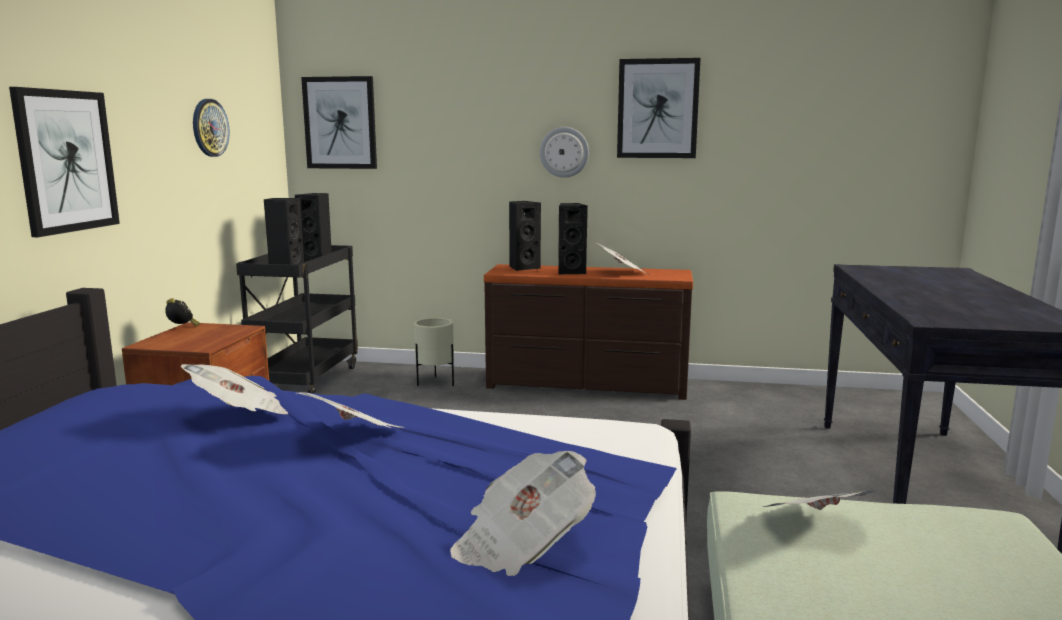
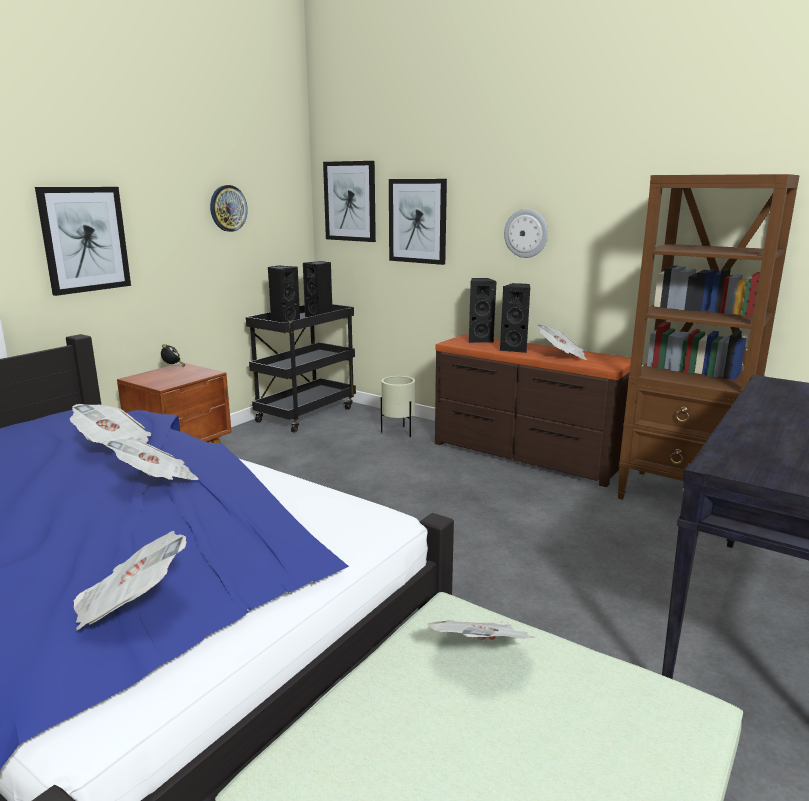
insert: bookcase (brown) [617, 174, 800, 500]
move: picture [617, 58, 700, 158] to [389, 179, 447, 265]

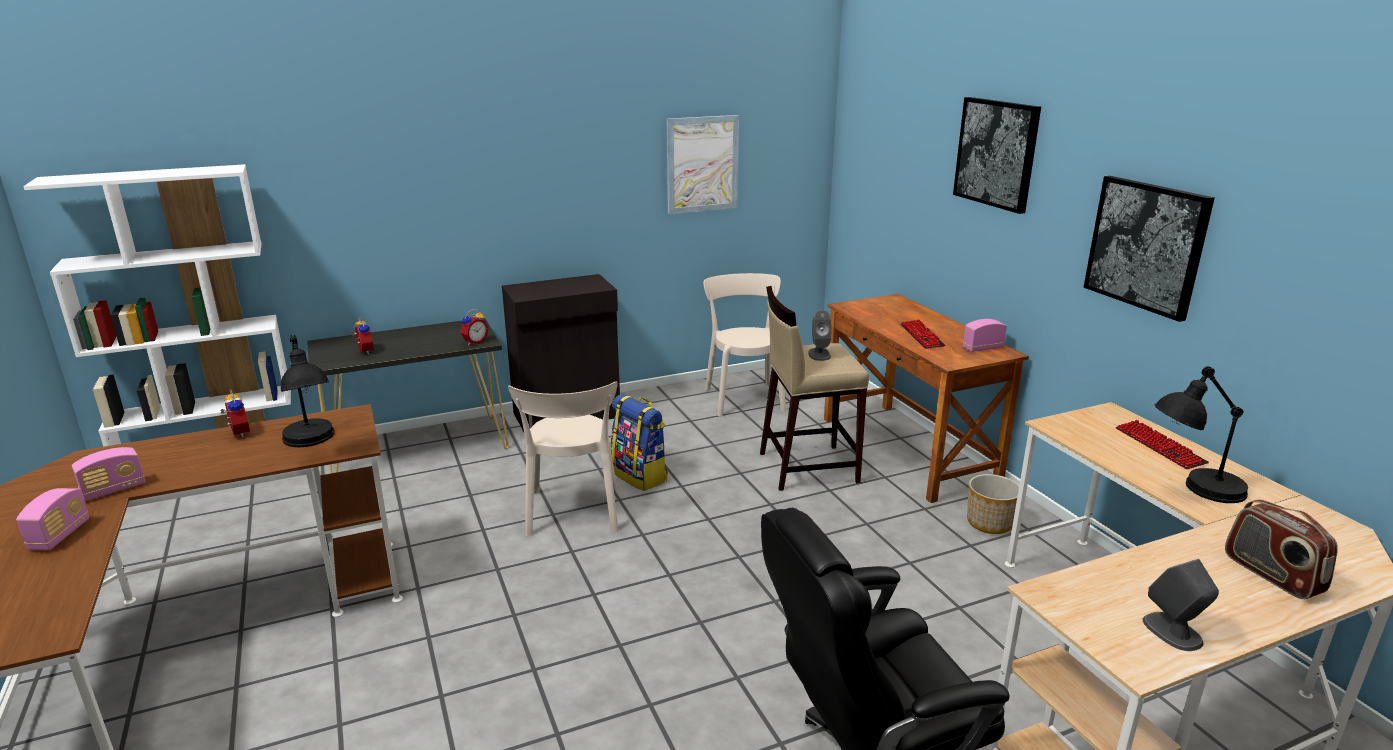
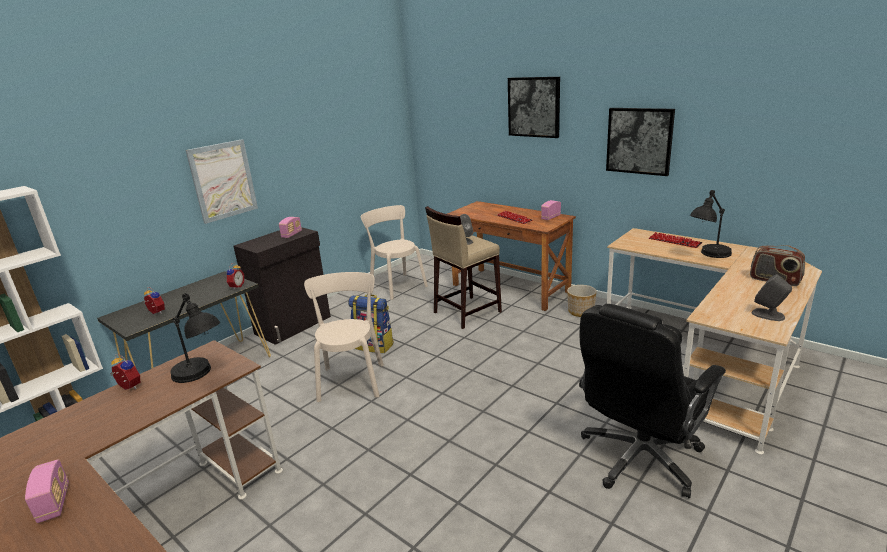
move: picture [667, 115, 739, 214] to [186, 139, 258, 224]; radio [72, 447, 146, 501] to [279, 217, 302, 238]
rotate: chair (beige) [508, 382, 618, 536] = [304, 272, 384, 402] 150 degrees counterclockwise

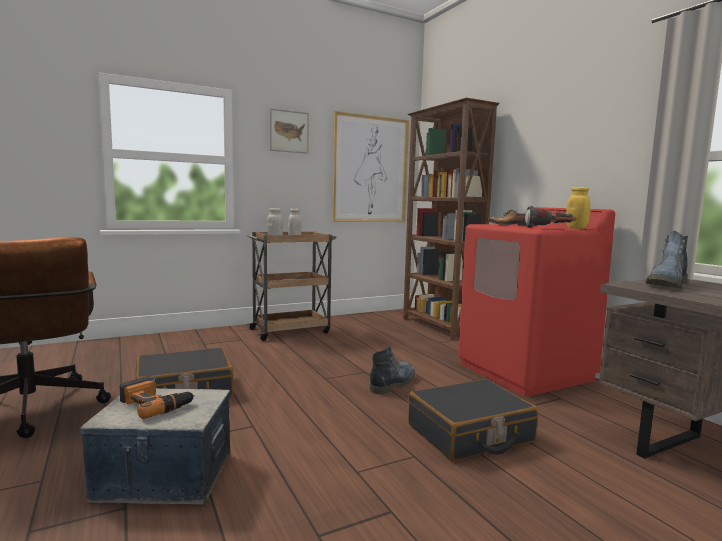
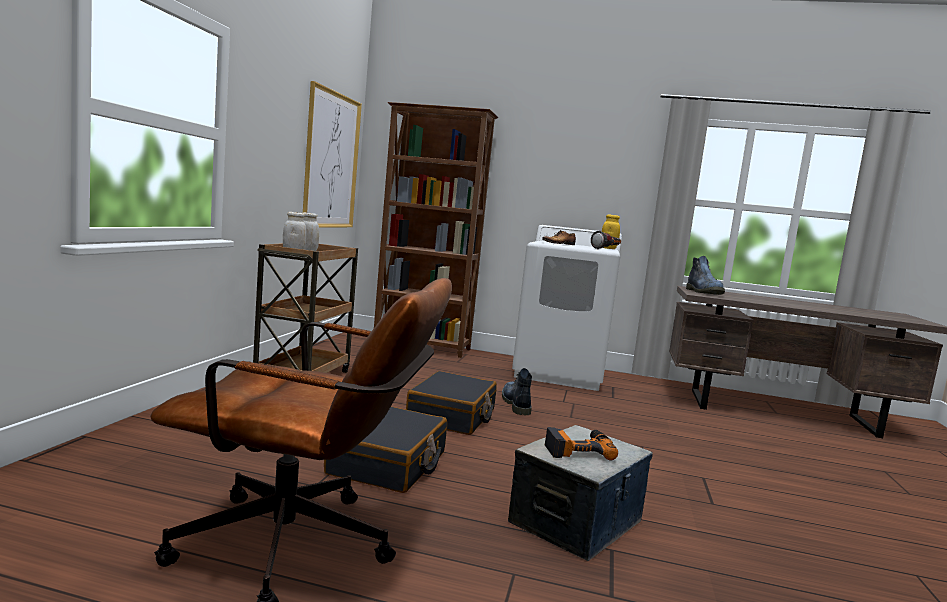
delete: picture [270, 108, 309, 154]
move: suitcase (black) [408, 379, 538, 461] to [406, 371, 497, 435]
recolor: washing machine (red) [458, 207, 615, 397] to washing machine (white) [512, 225, 622, 391]

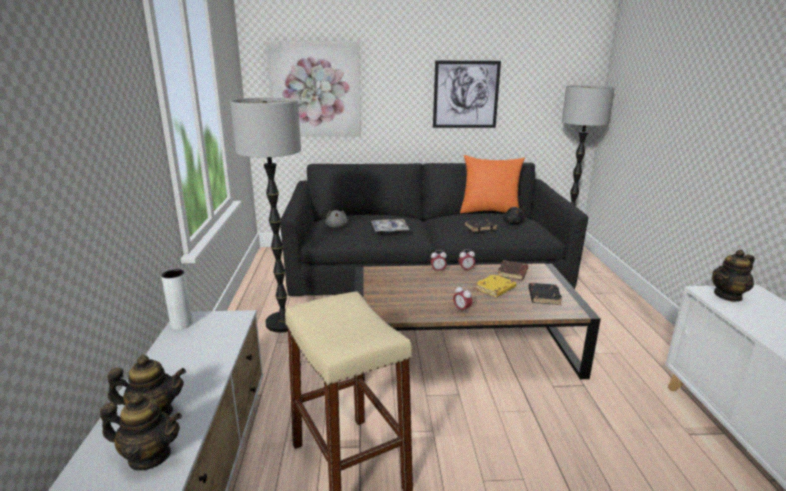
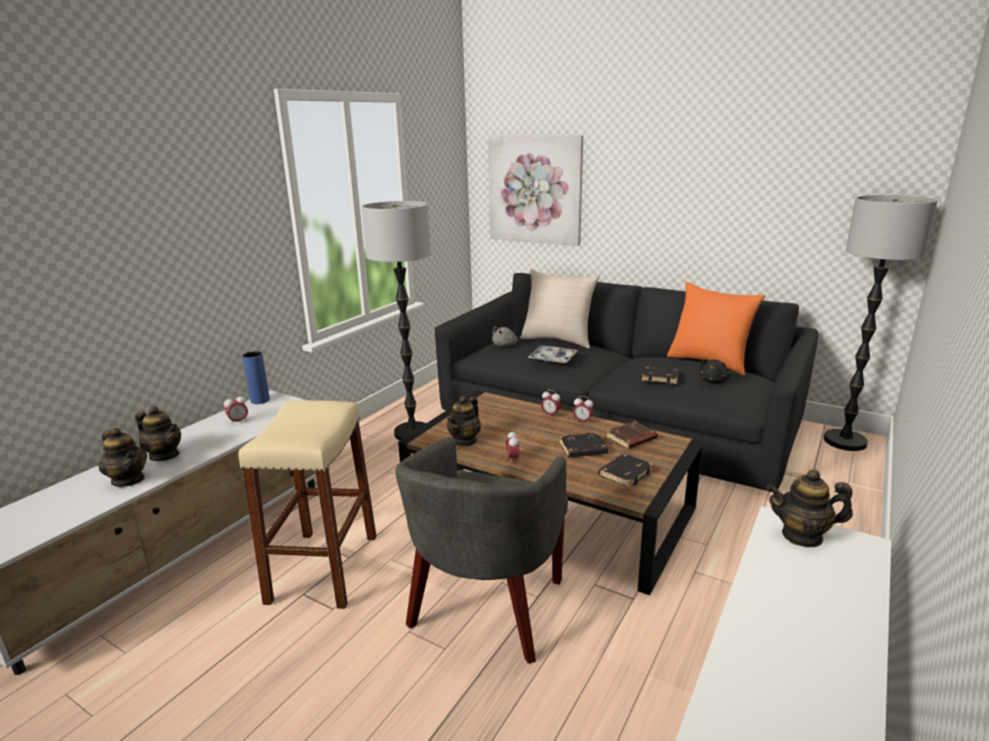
delete: picture [433, 61, 501, 128]
insert: alarm clock [224, 394, 248, 424]; armchair (grey) [396, 437, 568, 664]; teapot [447, 396, 481, 447]; pillow (beige) [520, 269, 600, 348]
recolor: vase (white) [161, 269, 193, 330] to vase (blue) [242, 351, 270, 404]; book (yellow) [475, 274, 516, 297] to book (black) [559, 433, 608, 458]

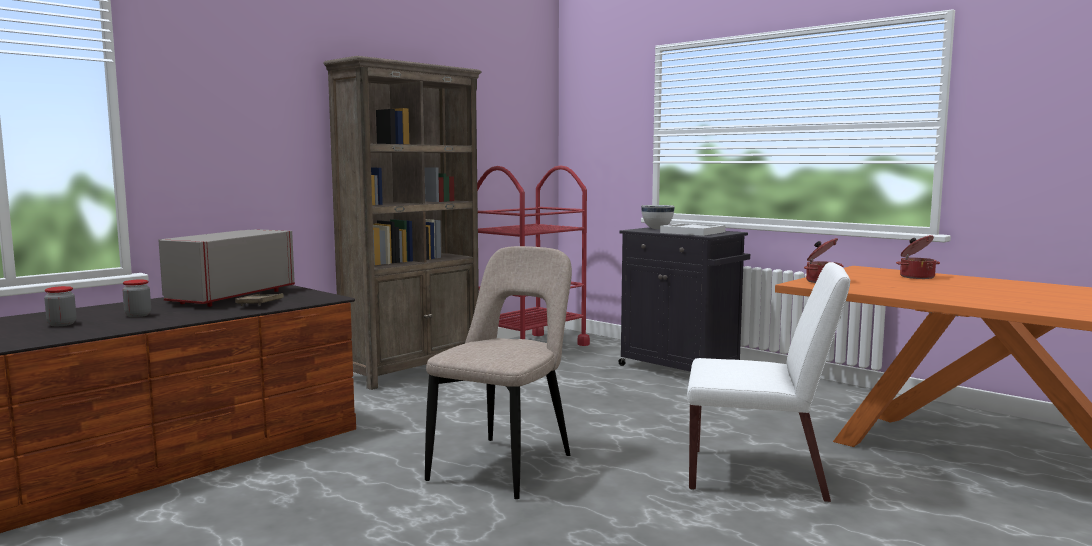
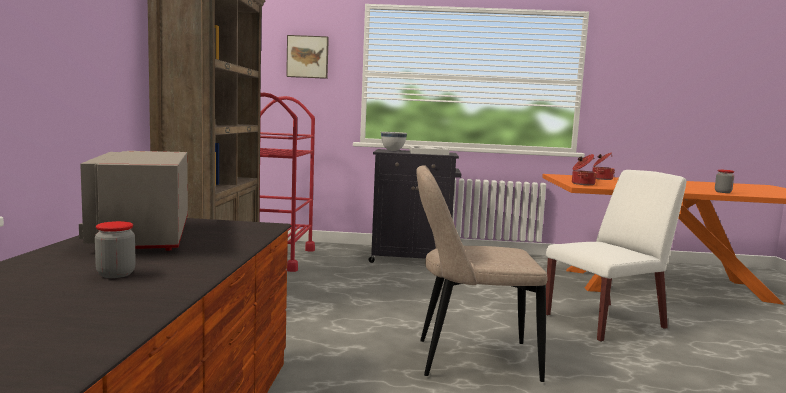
delete: tray (brown) [235, 293, 284, 306]
insert: picture [286, 35, 329, 79]
move: jar [44, 286, 76, 326] to [715, 170, 734, 193]
rotate: chair (beige) [425, 246, 572, 499] = [416, 165, 547, 382] 75 degrees counterclockwise

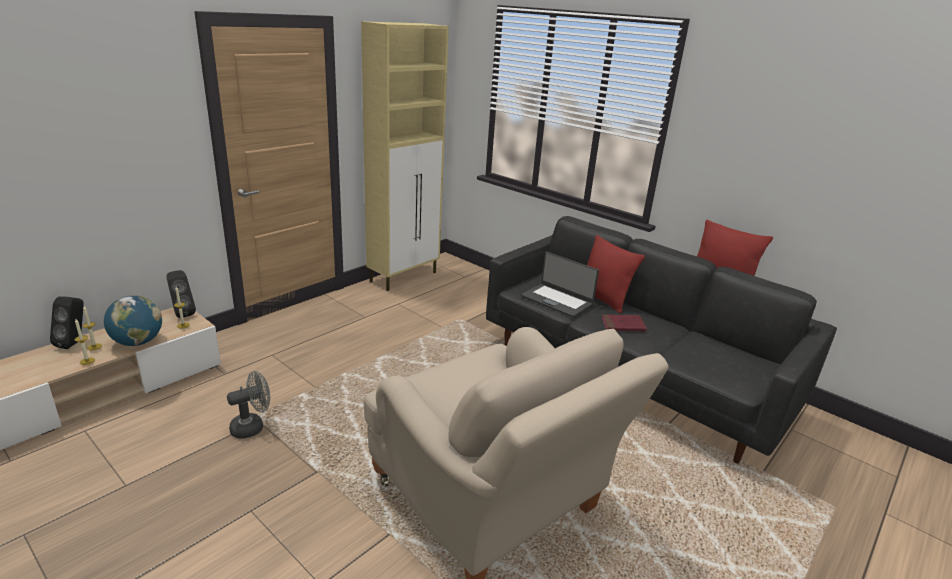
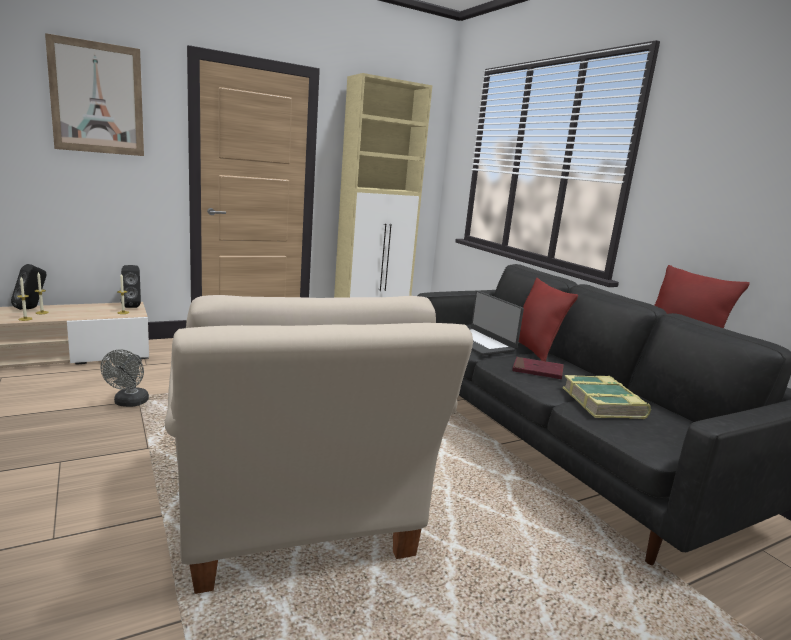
delete: globe [104, 295, 162, 346]
insert: picture [45, 33, 144, 156]; book [563, 375, 651, 419]
rotate: fan (grey) [227, 371, 270, 439] = [100, 349, 149, 407] 105 degrees clockwise

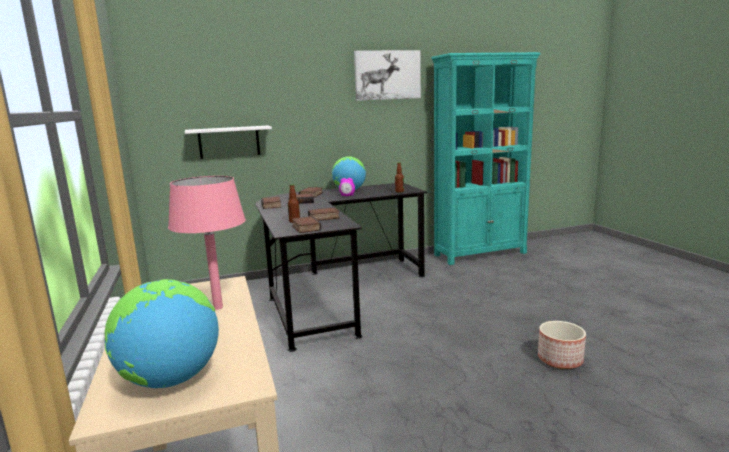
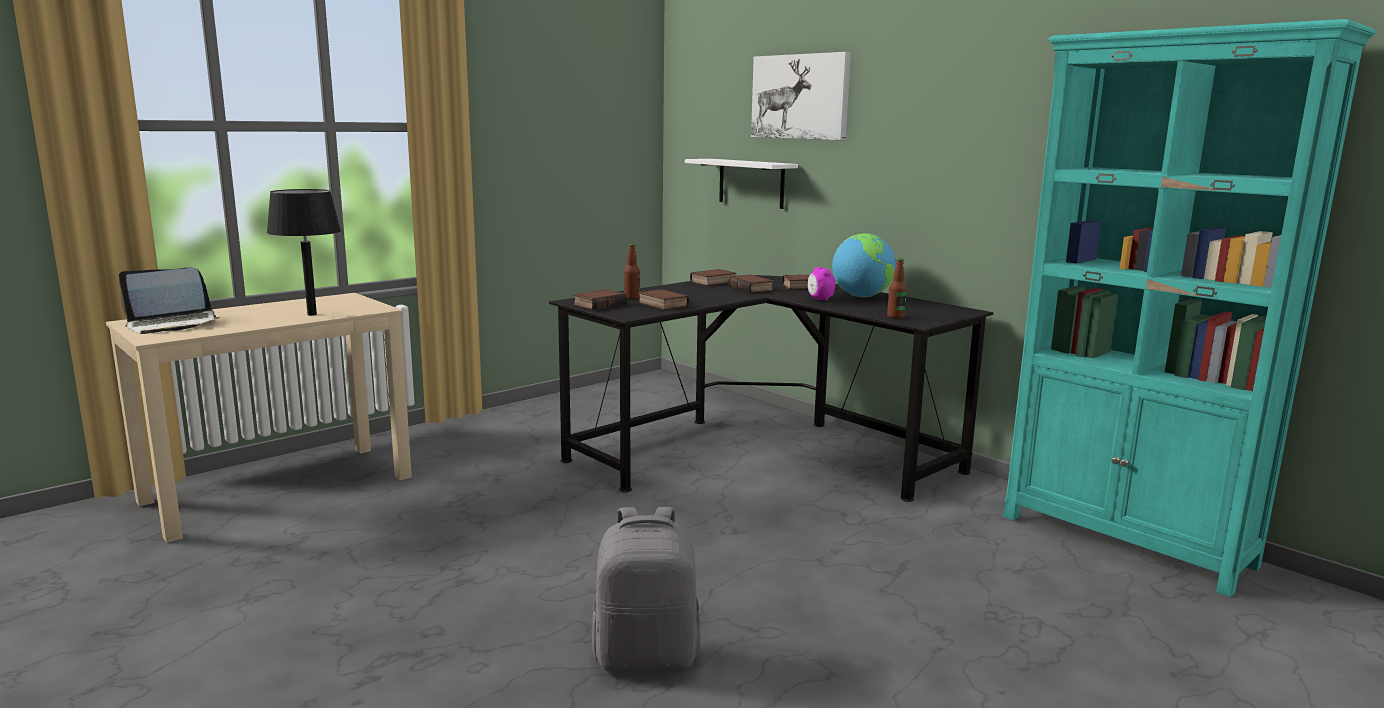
move: picture [354, 50, 421, 101] to [751, 52, 851, 140]
replace: globe [105, 279, 219, 388] to laptop [119, 267, 221, 334]; planter [538, 321, 586, 369] to backpack (grey) [592, 507, 701, 671]
recolor: table lamp (pink) [168, 176, 246, 310] to table lamp (black) [267, 189, 341, 316]

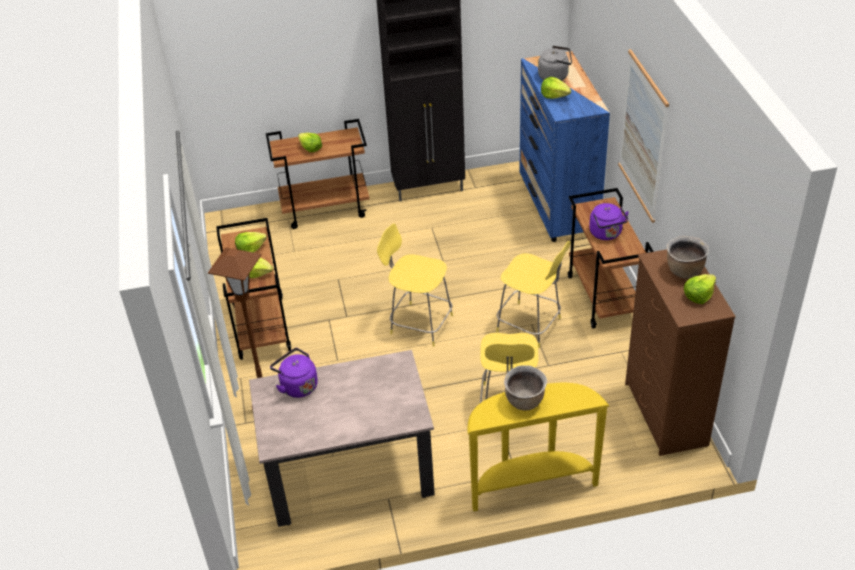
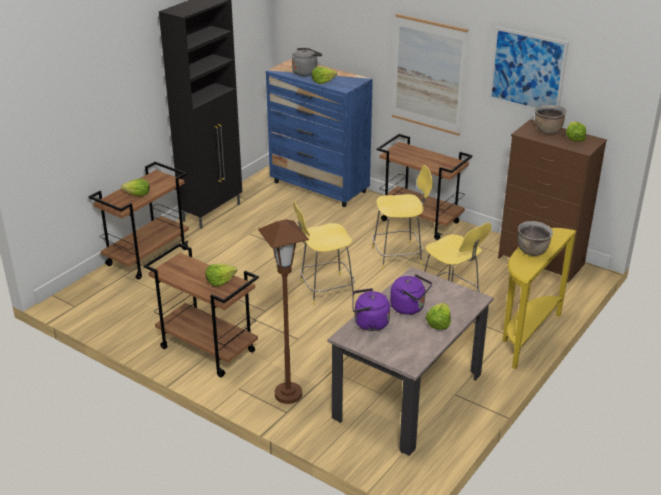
insert: picture [489, 27, 569, 110]
move: kettle (purple) [589, 203, 629, 240] to [390, 274, 432, 315]; lettuce [235, 232, 267, 253] to [426, 303, 451, 330]

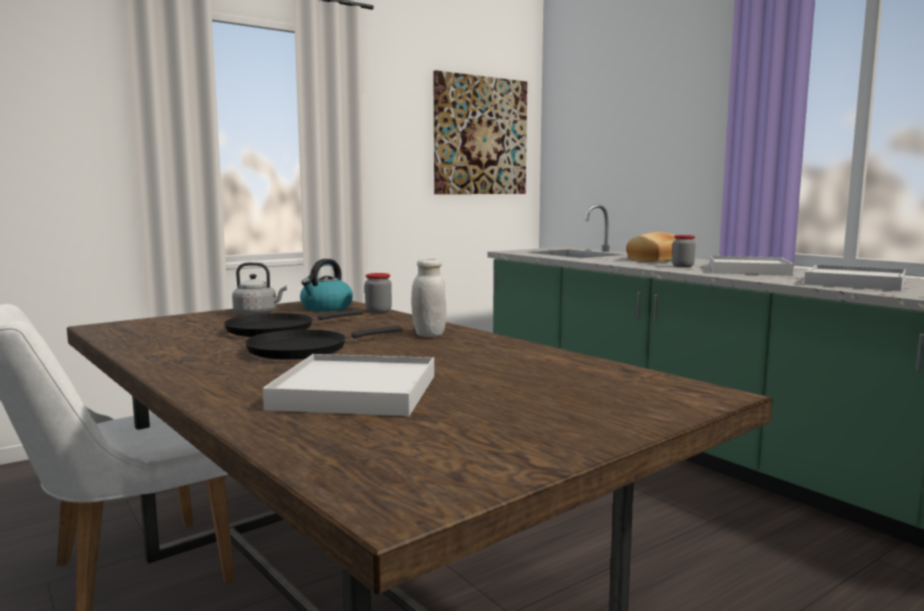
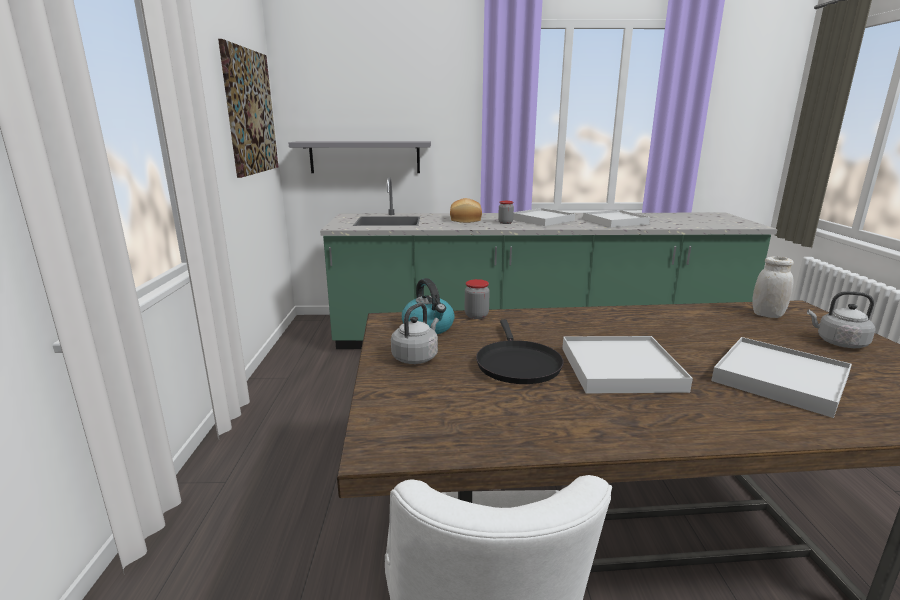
insert: shelf (grey) [289, 141, 431, 173]; kettle (grey) [807, 291, 875, 348]
move: jar (white) [411, 259, 446, 337] to [752, 257, 794, 318]
replace: frying pan (black) [245, 326, 402, 359] to tray (white) [562, 336, 693, 393]

